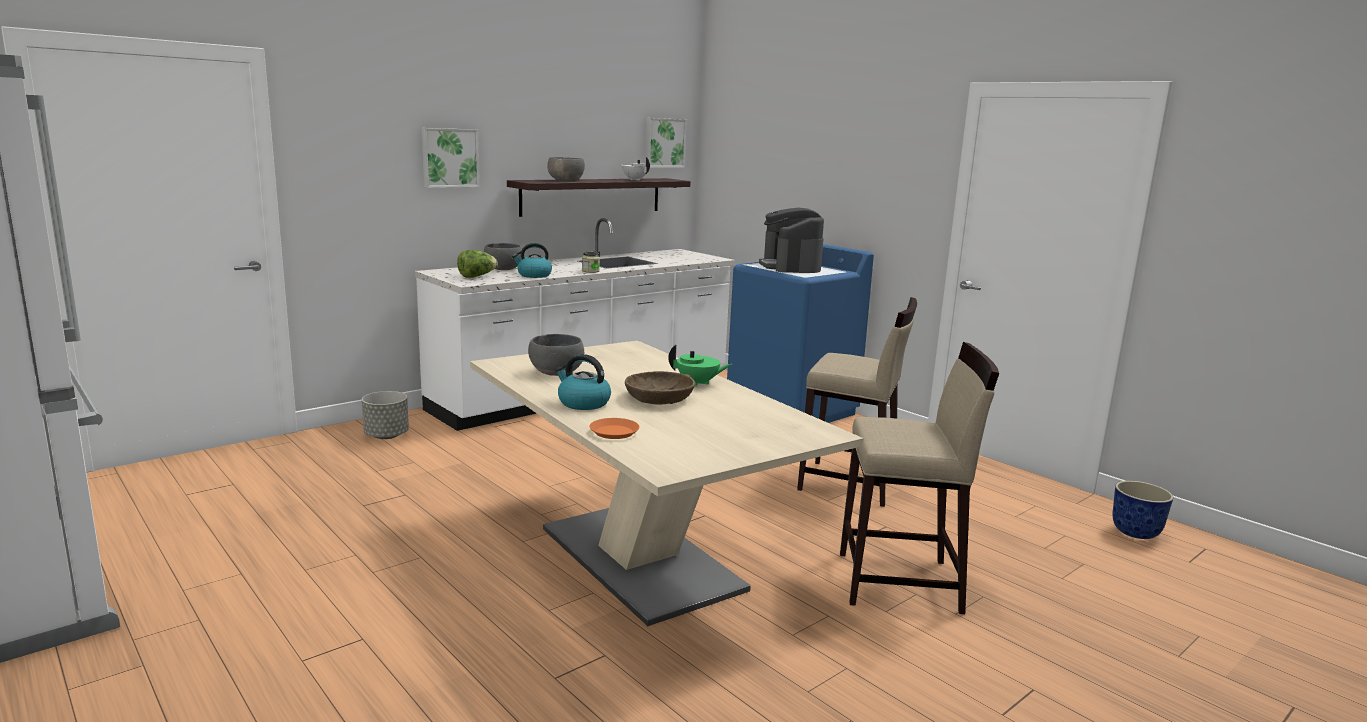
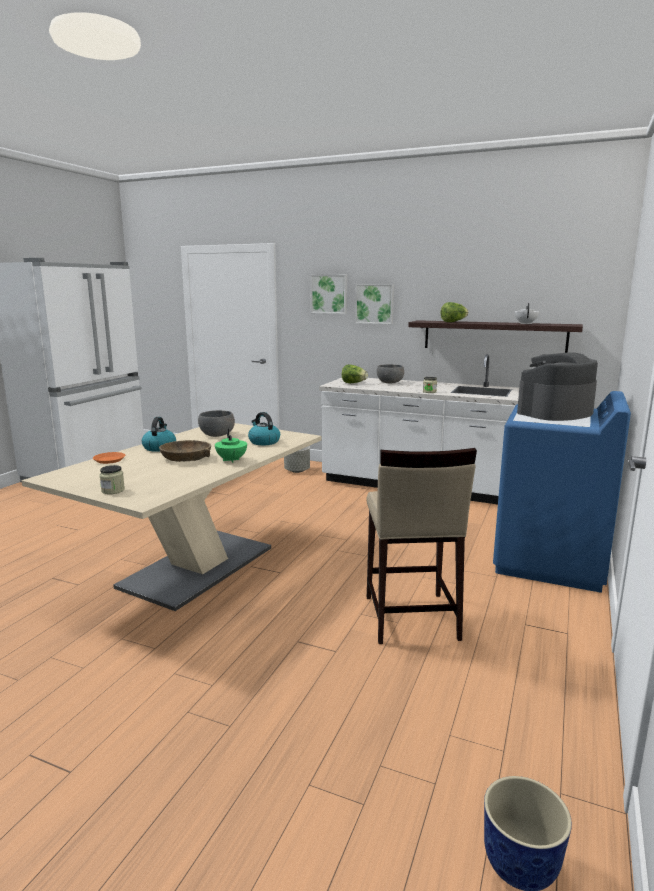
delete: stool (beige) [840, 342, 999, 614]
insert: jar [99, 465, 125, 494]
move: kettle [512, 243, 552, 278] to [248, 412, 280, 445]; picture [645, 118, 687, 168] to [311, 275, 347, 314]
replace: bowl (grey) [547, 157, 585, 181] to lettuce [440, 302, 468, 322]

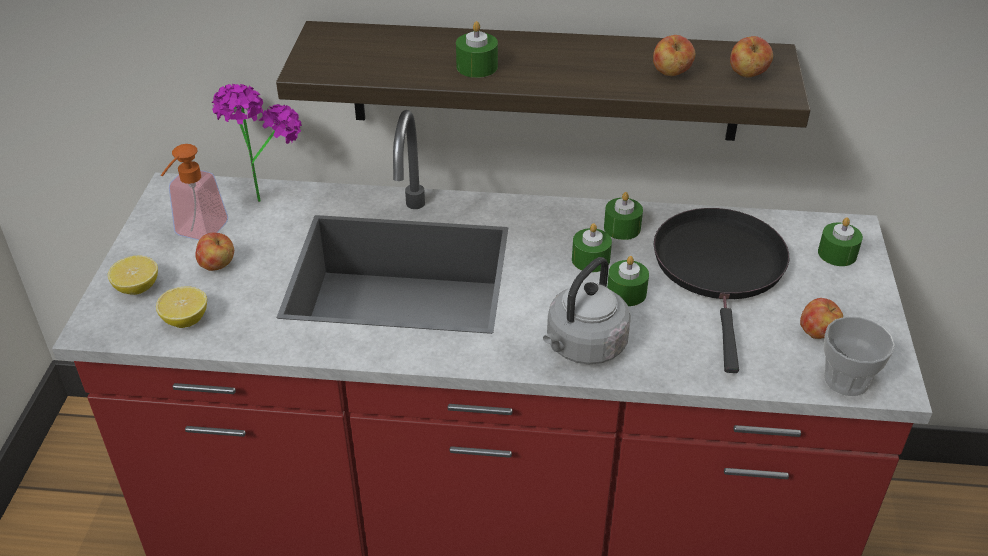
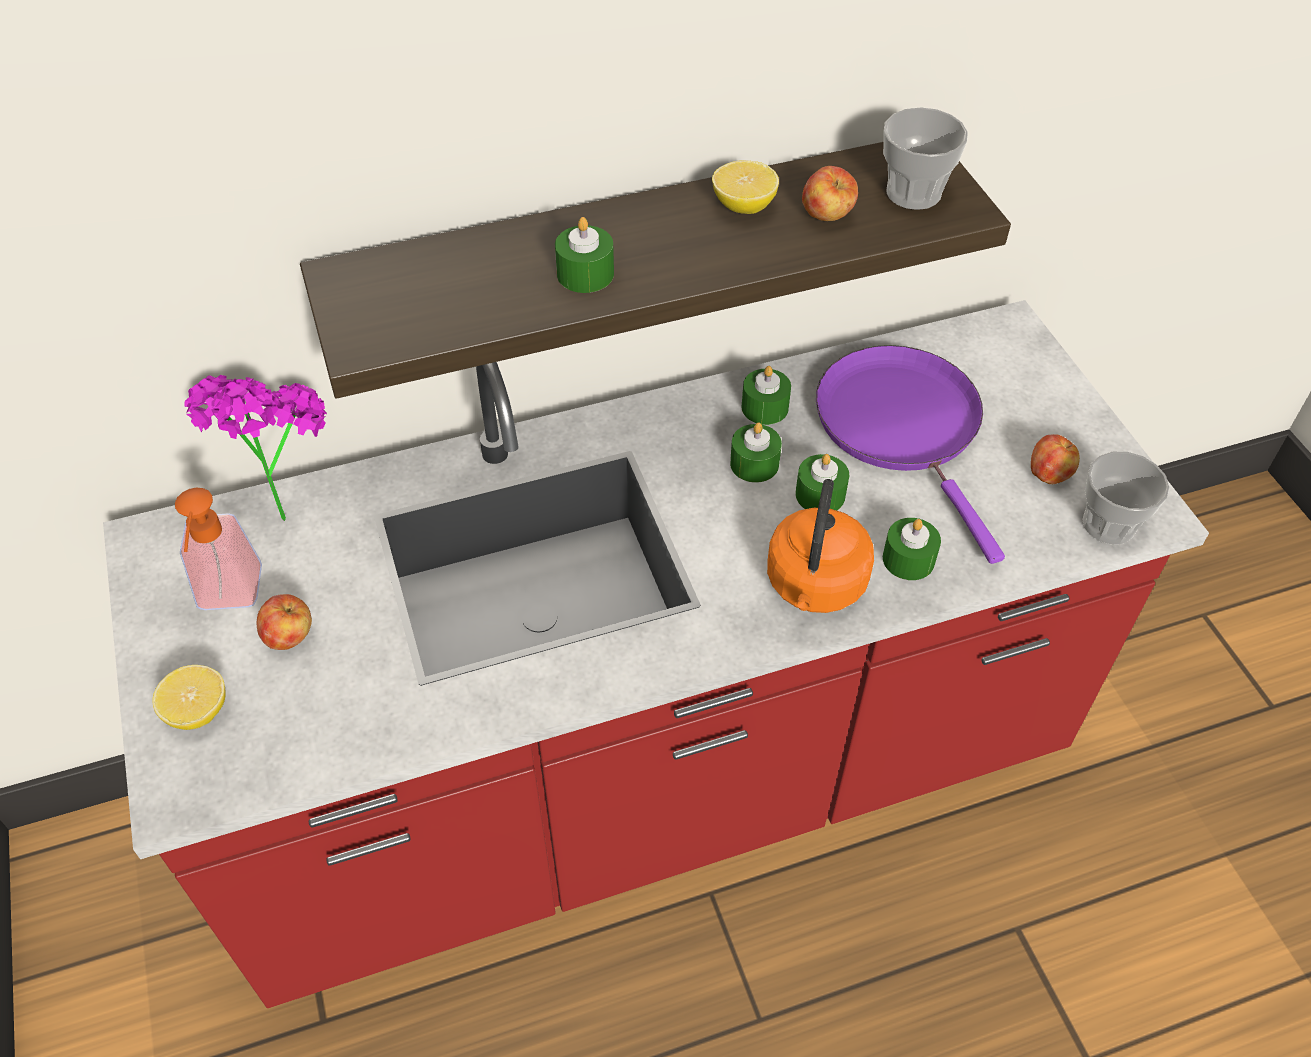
move: lemon [156, 286, 207, 328] to [712, 160, 779, 214]; candle (green) [818, 217, 863, 266] to [883, 518, 941, 580]
replace: apple [730, 36, 773, 77] to cup [883, 107, 968, 210]
recolor: kettle (grey) [543, 257, 631, 364] to kettle (orange) [767, 479, 874, 613]; frying pan (black) [653, 208, 789, 373] to frying pan (purple) [816, 345, 1005, 564]

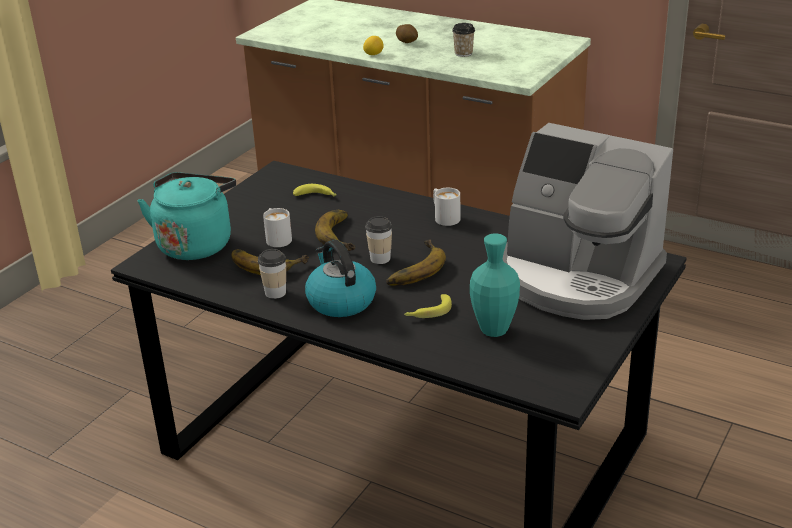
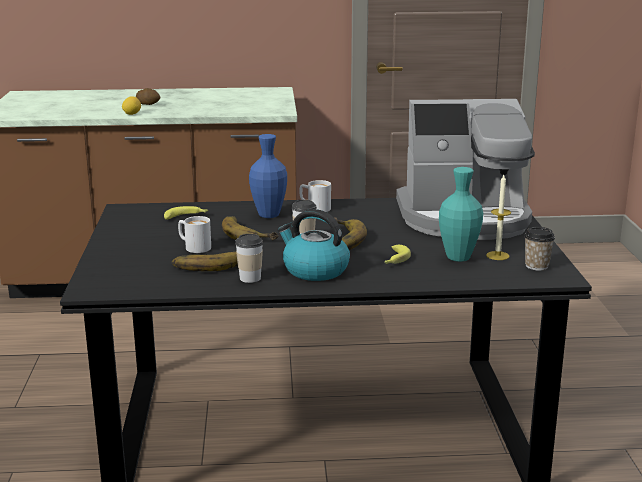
delete: kettle (turquoise) [137, 172, 236, 260]
insert: vase (blue) [249, 134, 287, 218]; candle [486, 175, 511, 260]
move: cup [452, 23, 475, 57] to [524, 227, 555, 271]

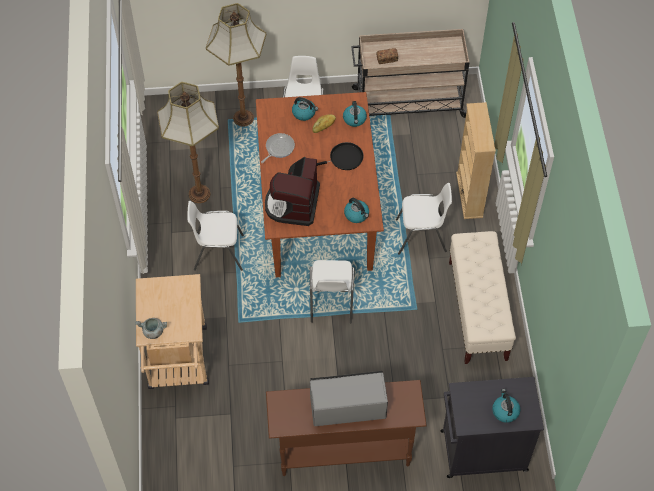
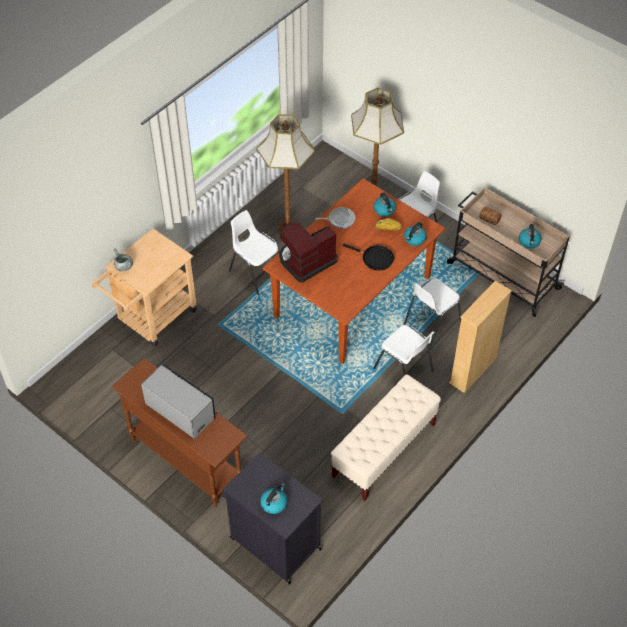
move: chair (white) [310, 260, 355, 323] to [404, 278, 461, 346]; kettle [344, 198, 369, 223] to [519, 224, 542, 248]

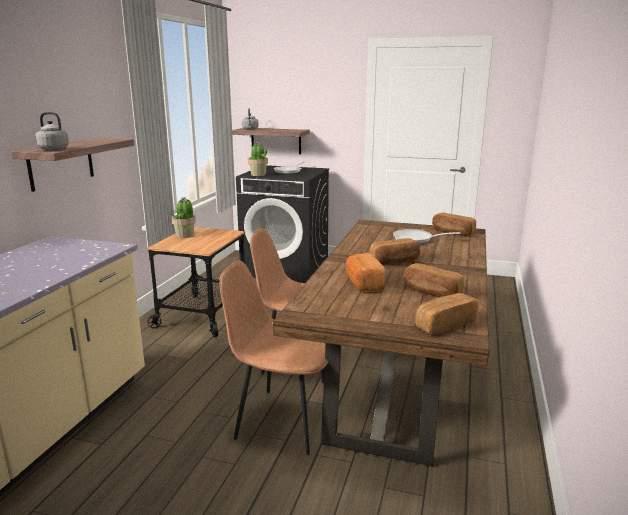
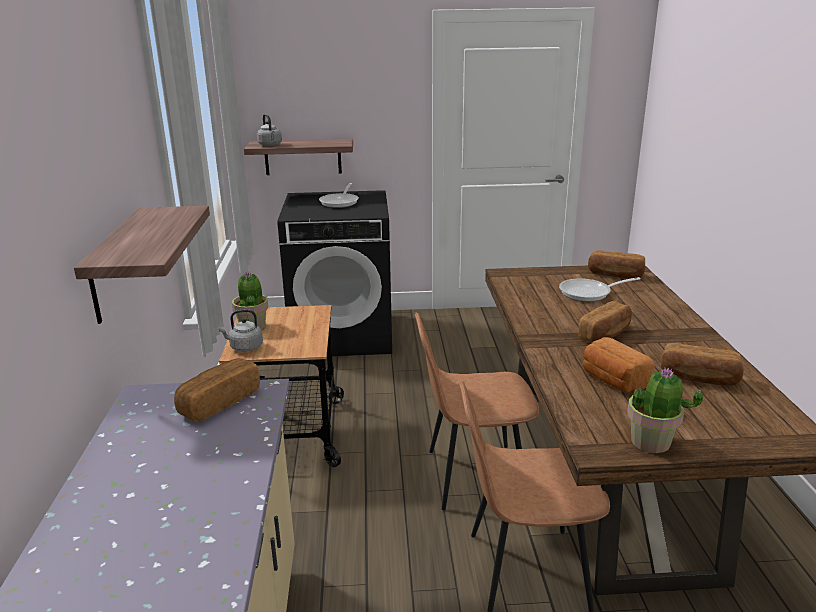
move: bread [414, 293, 478, 335] to [174, 358, 260, 422]; kettle (grey) [32, 112, 69, 150] to [219, 309, 263, 352]; potted plant [248, 142, 268, 176] to [627, 367, 703, 453]

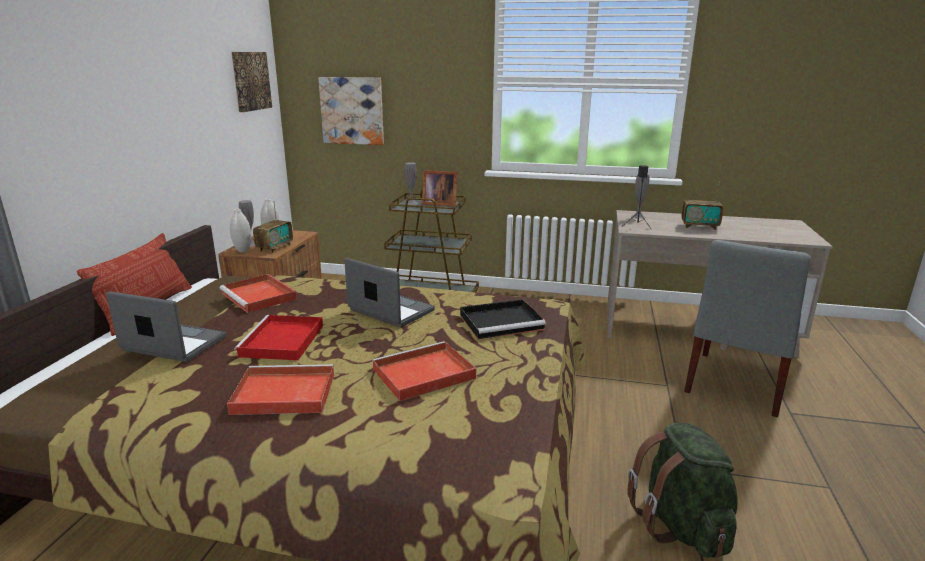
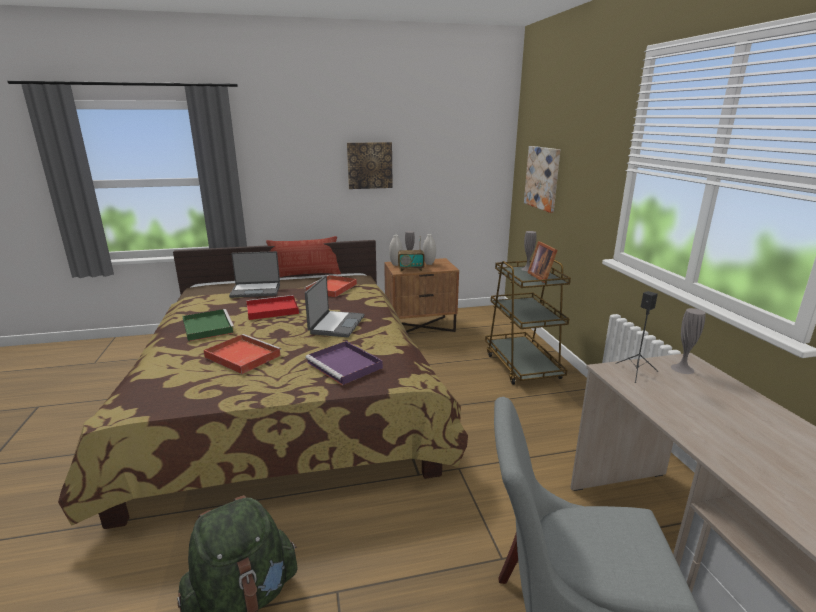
delete: radio [681, 182, 724, 230]
move: picture [231, 52, 272, 112] to [347, 142, 393, 189]
recolor: tray (red) [227, 364, 334, 415] to tray (green) [182, 309, 235, 342]; tray (black) [460, 299, 546, 339] to tray (purple) [305, 341, 383, 385]
rotate: laptop [106, 291, 227, 362] = [229, 251, 280, 298] 90 degrees clockwise

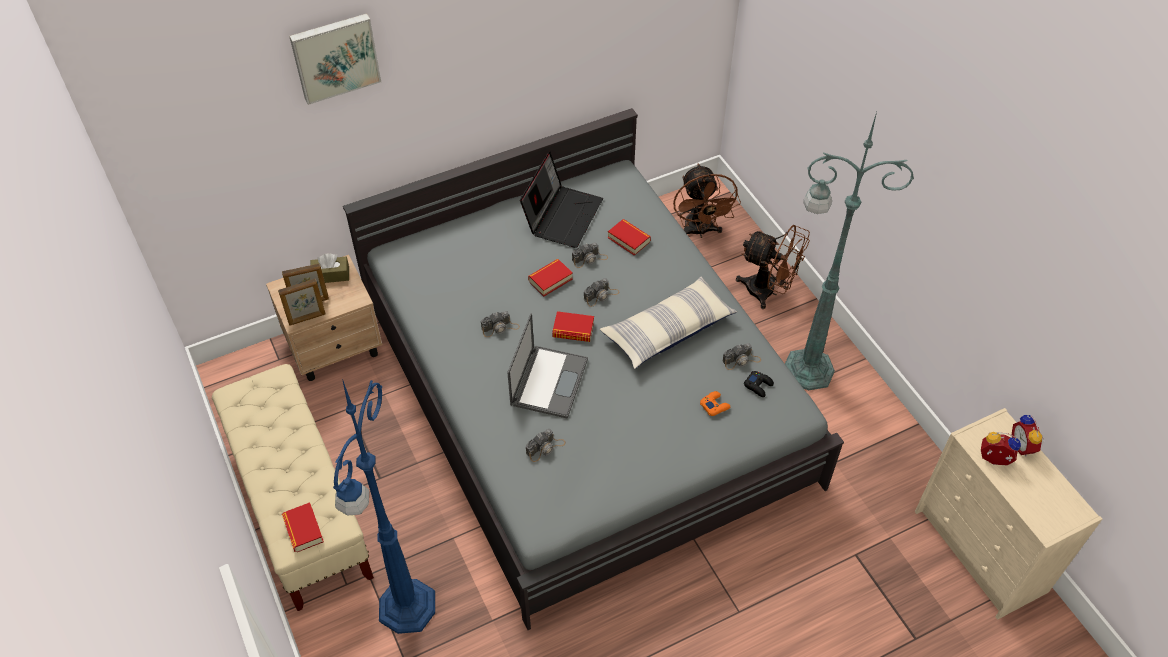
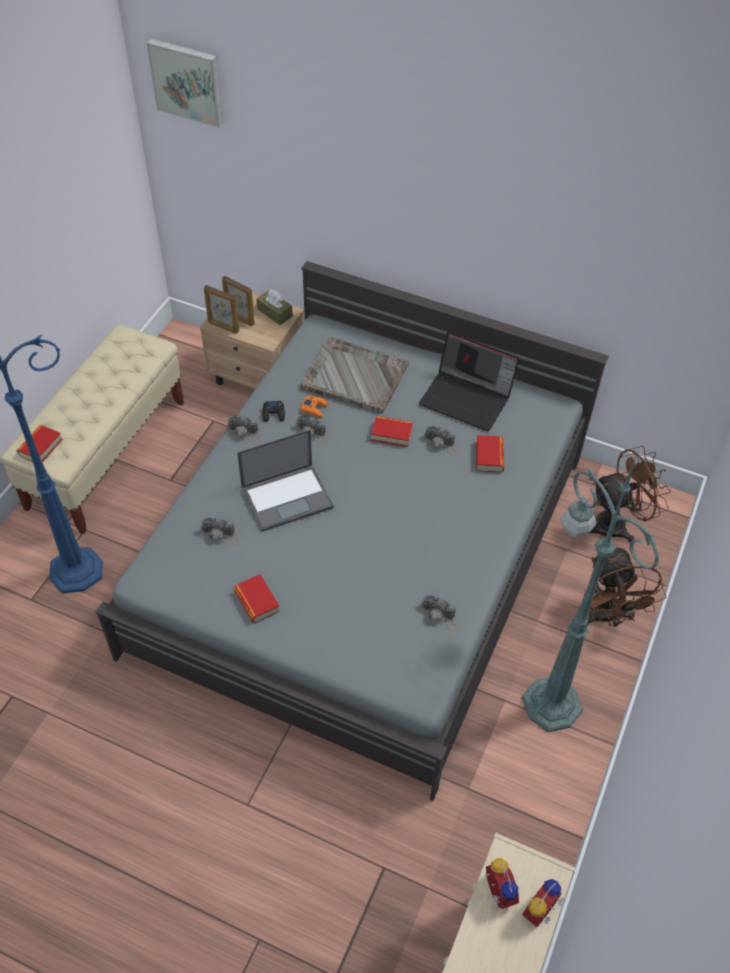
delete: pillow [600, 276, 737, 369]
insert: tray (grey) [300, 337, 409, 414]
move: picture [289, 13, 381, 105] to [147, 38, 224, 128]; photo camera [584, 278, 620, 307] to [226, 416, 262, 443]; book [552, 311, 594, 342] to [234, 574, 280, 623]; game controller (black) [744, 371, 774, 397] to [262, 401, 285, 422]; game controller (orange) [700, 391, 730, 416] to [300, 396, 328, 417]
rotate: laptop [520, 151, 603, 248] = [419, 332, 519, 431] 45 degrees clockwise; fan (brown) [673, 164, 741, 238] = [585, 446, 671, 542] 150 degrees counterclockwise

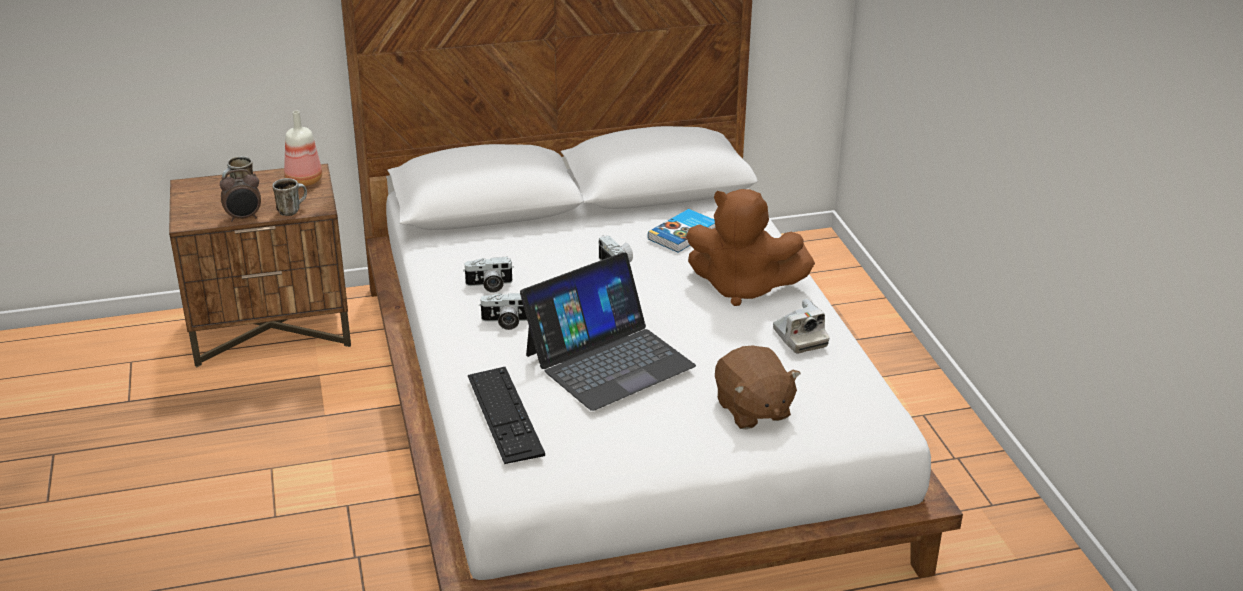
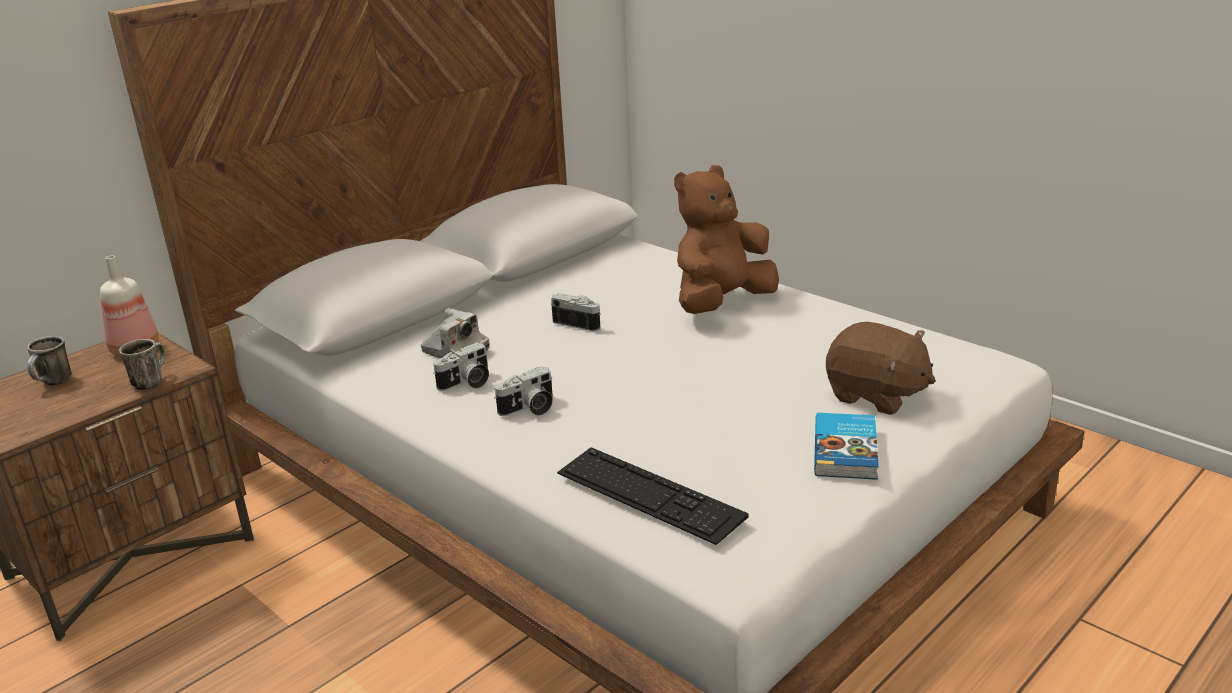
delete: alarm clock [220, 169, 261, 222]; laptop [520, 252, 696, 411]
move: photo camera [773, 299, 829, 354] to [421, 308, 489, 358]; book [648, 209, 716, 252] to [814, 413, 879, 480]
rotate: plush toy (brown) [686, 189, 815, 306] = [674, 165, 779, 314] 150 degrees clockwise

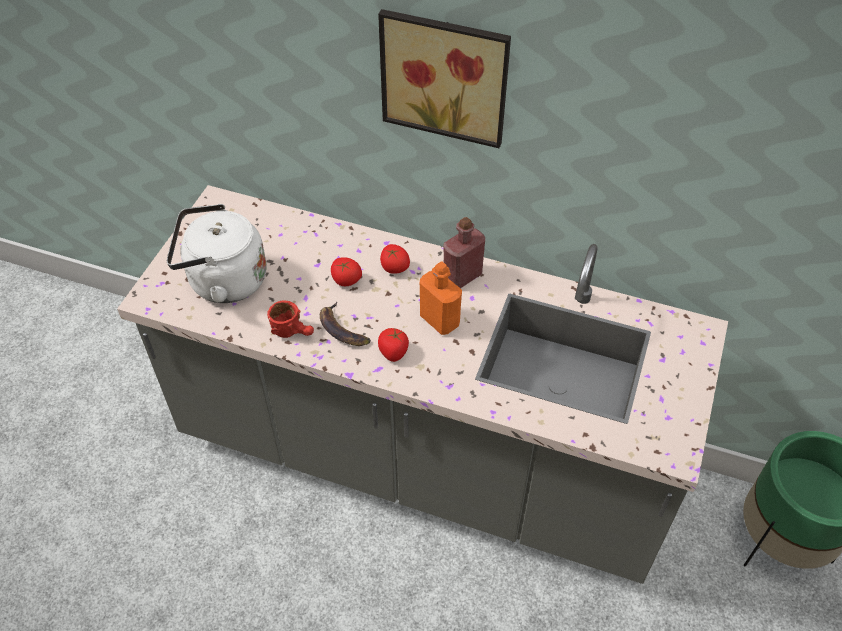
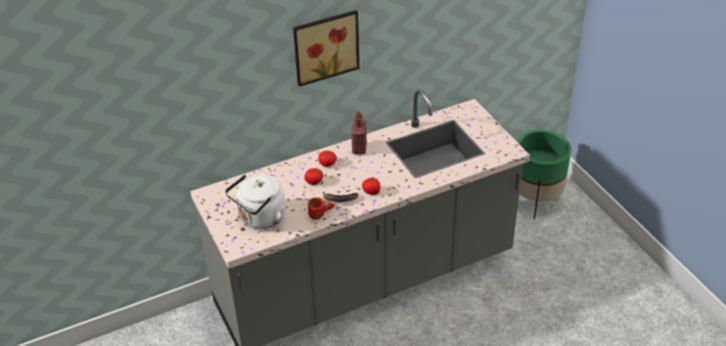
delete: bottle (orange) [420, 262, 462, 335]

